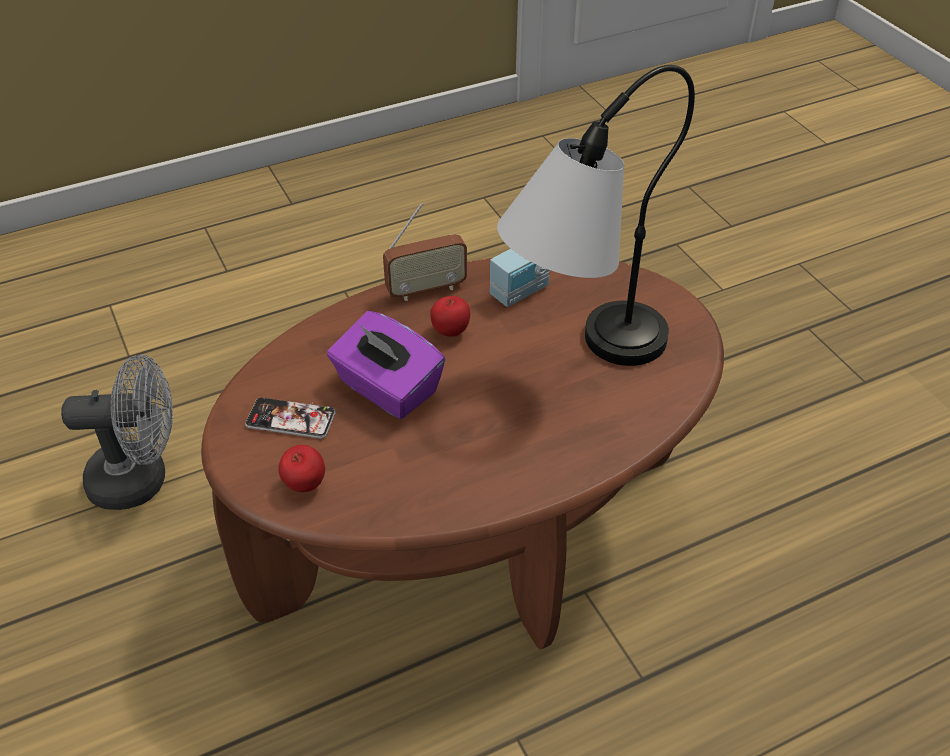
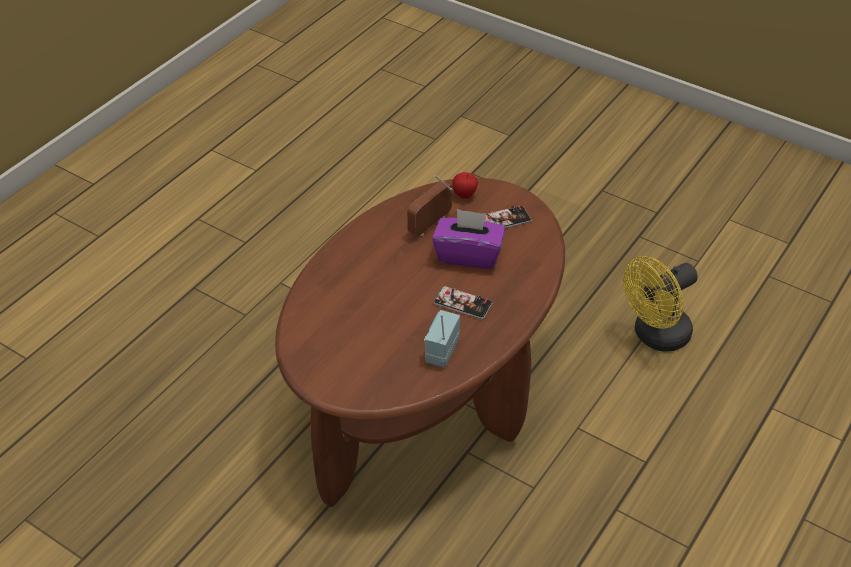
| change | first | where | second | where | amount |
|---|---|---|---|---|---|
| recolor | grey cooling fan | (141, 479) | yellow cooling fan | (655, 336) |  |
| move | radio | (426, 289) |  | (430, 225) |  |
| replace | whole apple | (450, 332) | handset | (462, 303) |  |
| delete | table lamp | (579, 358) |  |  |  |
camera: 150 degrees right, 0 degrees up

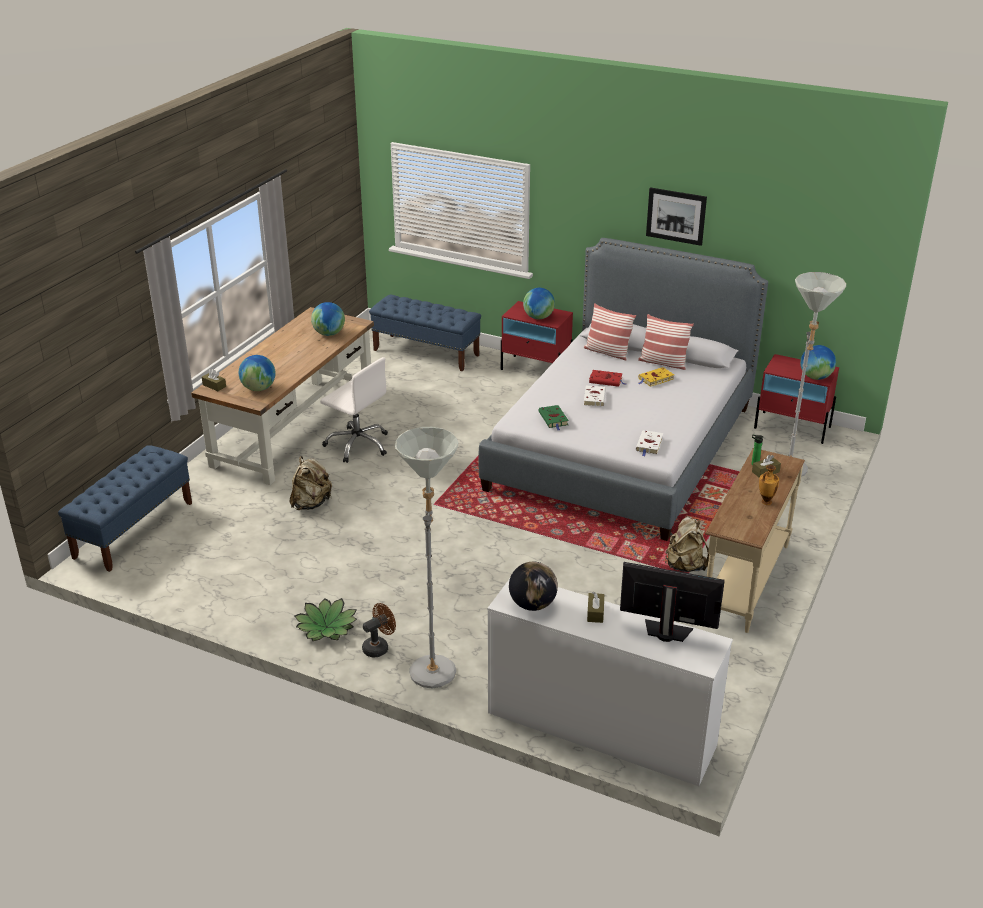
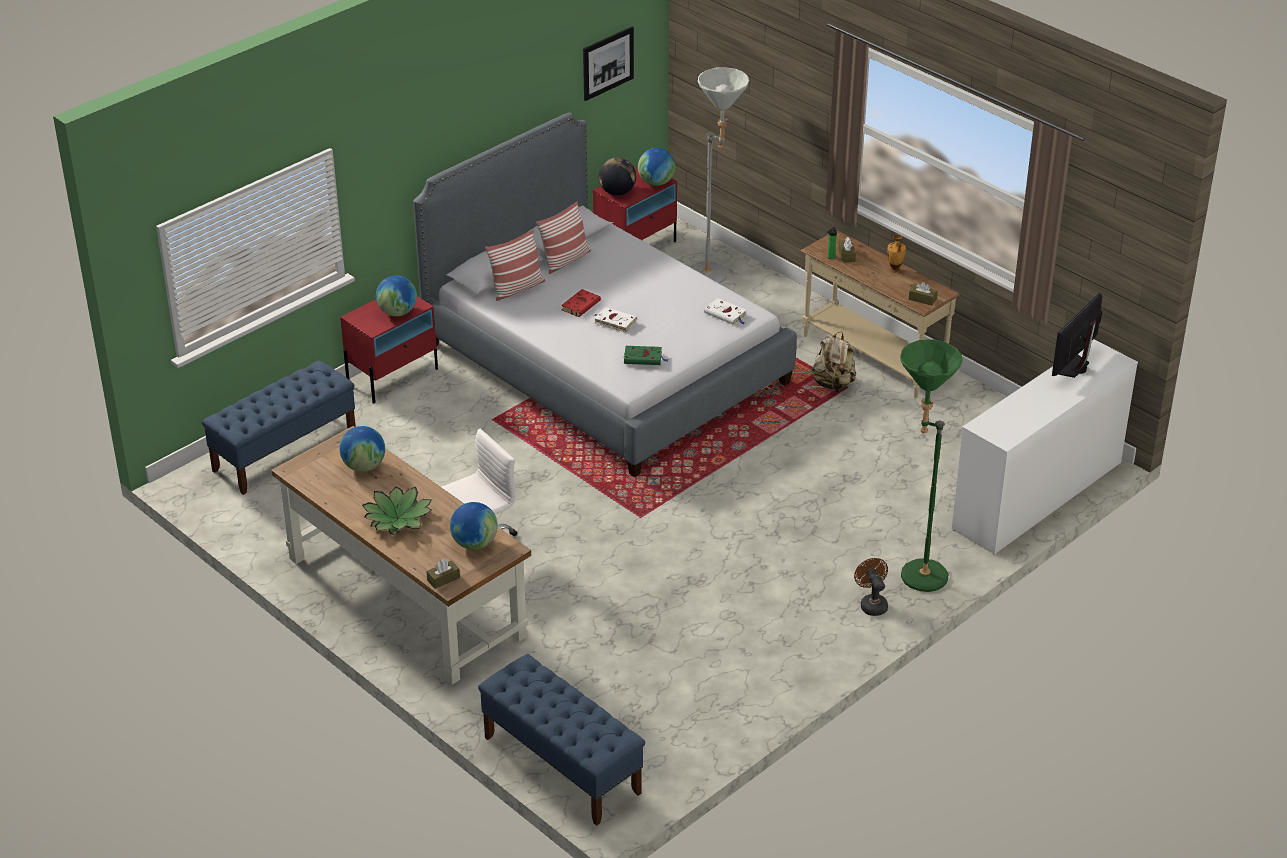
| change | first | where | second | where | amount |
|---|---|---|---|---|---|
| delete | beige rucksack | (311, 504) |  |  |  |
| move | plant in a pot | (326, 627) |  | (398, 518) |  |
| recolor | grey standard lamp | (433, 665) | greenish standard lamp | (914, 574) |  |
| move | world globe | (532, 605) |  | (617, 192) |  |
| move | brown box of tissues | (595, 612) |  | (922, 299) |  |
| delete | yellow volume | (655, 379) |  |  |  |
| move | wall art | (676, 216) |  | (608, 63) |  |
camera: 70 degrees left, 5 degrees up

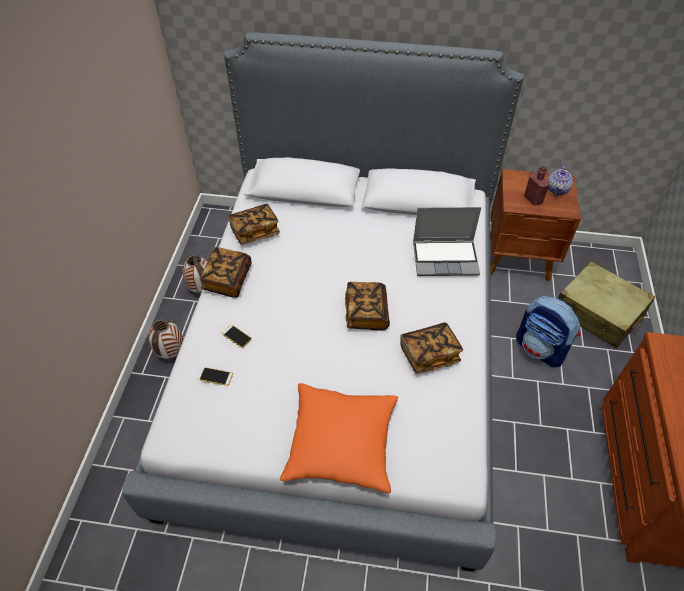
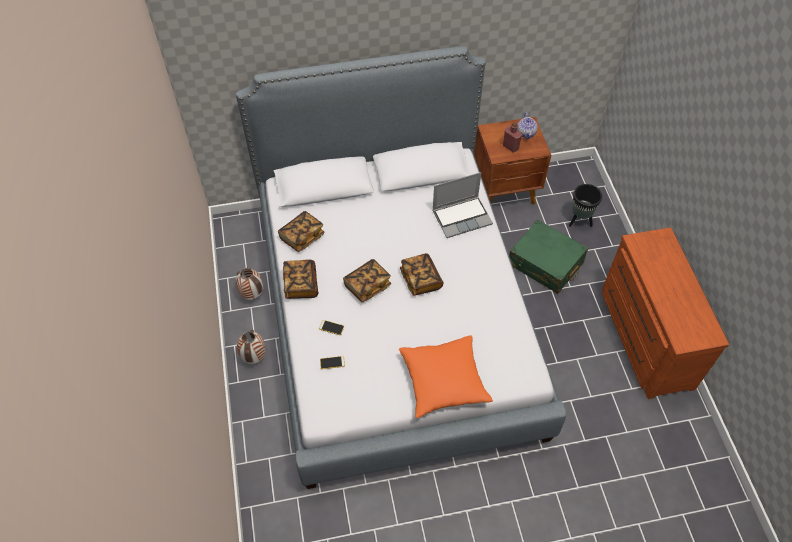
| change | first | where | second | where | amount |
|---|---|---|---|---|---|
| move | volume | (429, 354) |  | (367, 286) |  |
| replace | rucksack | (540, 349) | greenish piece of luggage | (545, 263) |  |
| replace | beige piece of luggage | (598, 313) | blackish flower pot | (579, 221) |  |
camera: 20 degrees left, 5 degrees up

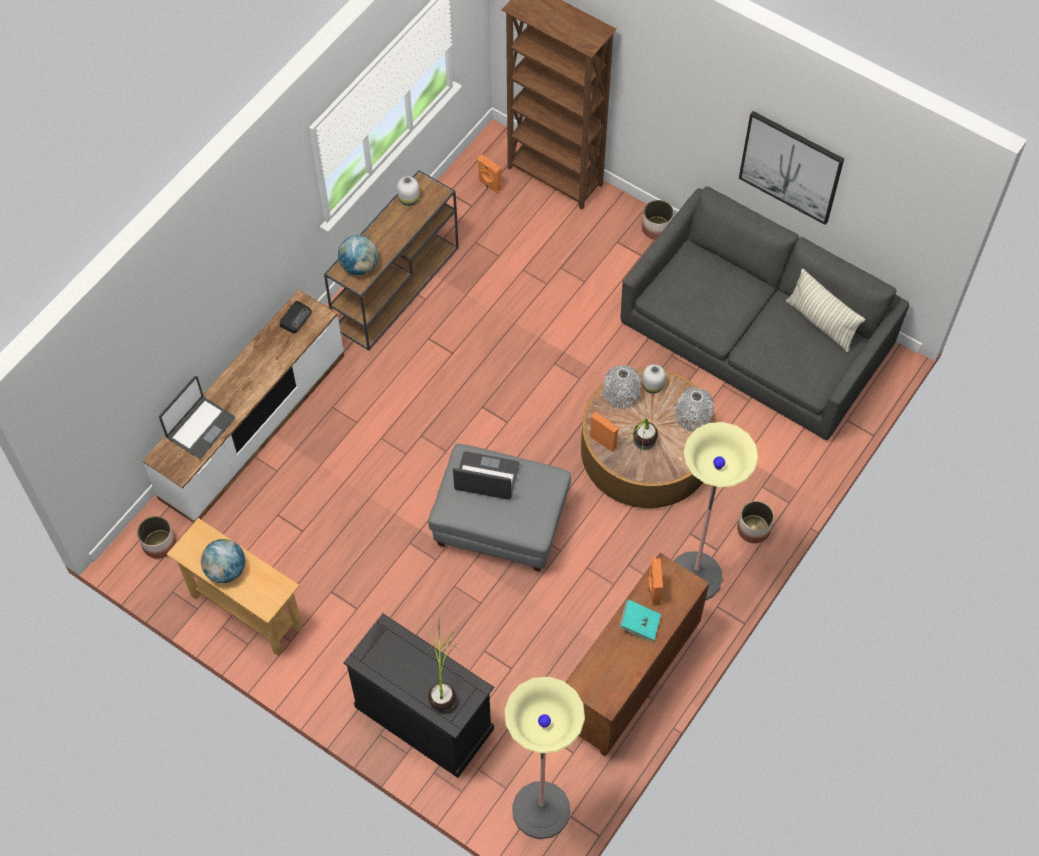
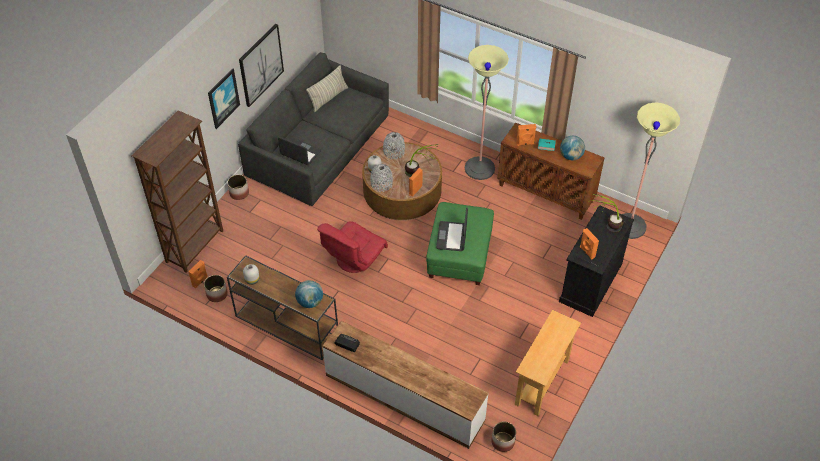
| change | first | where | second | where | amount |
|---|---|---|---|---|---|
| move | notebook computer | (200, 427) |  | (300, 153) |  |
| move | world globe | (226, 570) |  | (571, 156) |  |
| recolor | grey pouffe | (500, 524) | greenish pouffe | (459, 256) |  |
| move | flower pot | (753, 529) |  | (217, 294) |  |
| insert |  |  | wall art | (223, 98) |  |
| insert |  |  | red-coloured lounge chair | (353, 258) |  |
| insert |  |  | orange audio speaker | (586, 252) |  |
camera: 95 degrees left, 10 degrees down

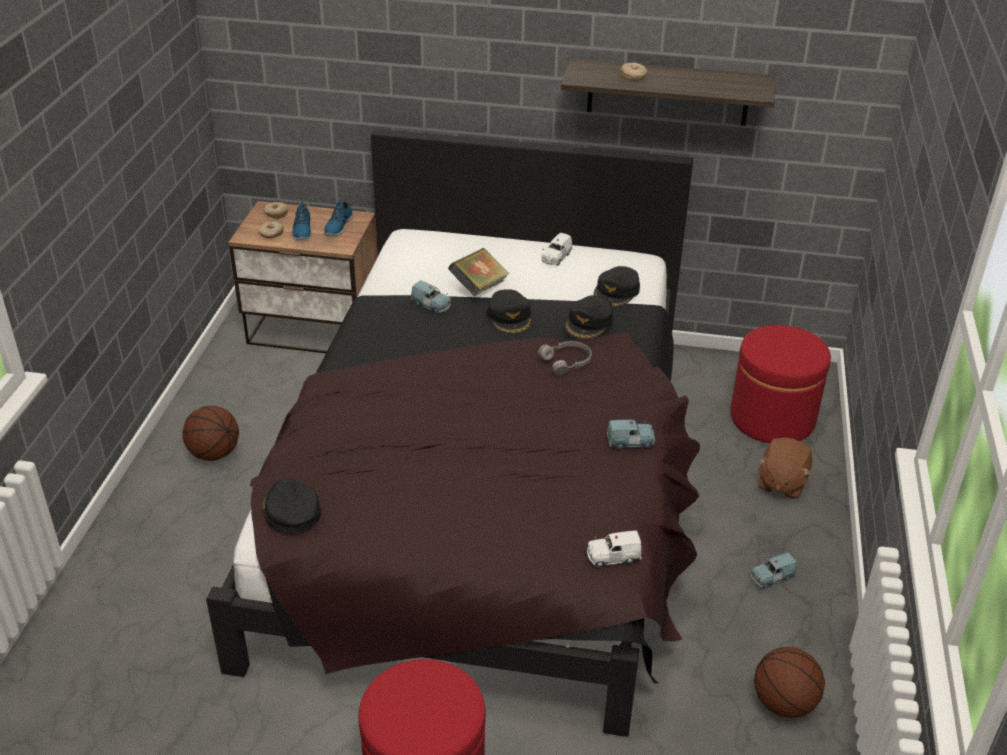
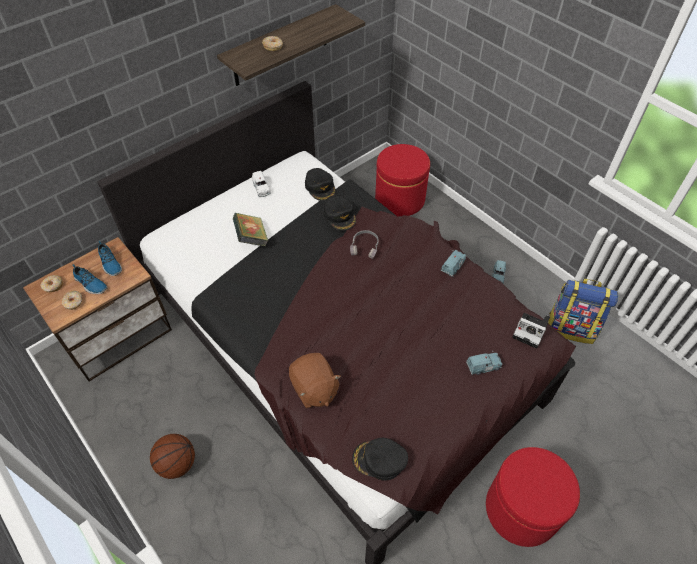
| change | first | where | second | where | amount |
|---|---|---|---|---|---|
| move | blue-coloured toy car | (431, 305) |  | (483, 366) |  |
| delete | blackish cap | (510, 317) |  |  |  |
| replace | whitish toy car | (612, 557) | still camera | (531, 331) |  |
| replace | basketball | (784, 703) | rucksack | (571, 327) |  |
| move | brown cuddly toy | (781, 483) |  | (314, 389) |  |
camera: 50 degrees left, 15 degrees up

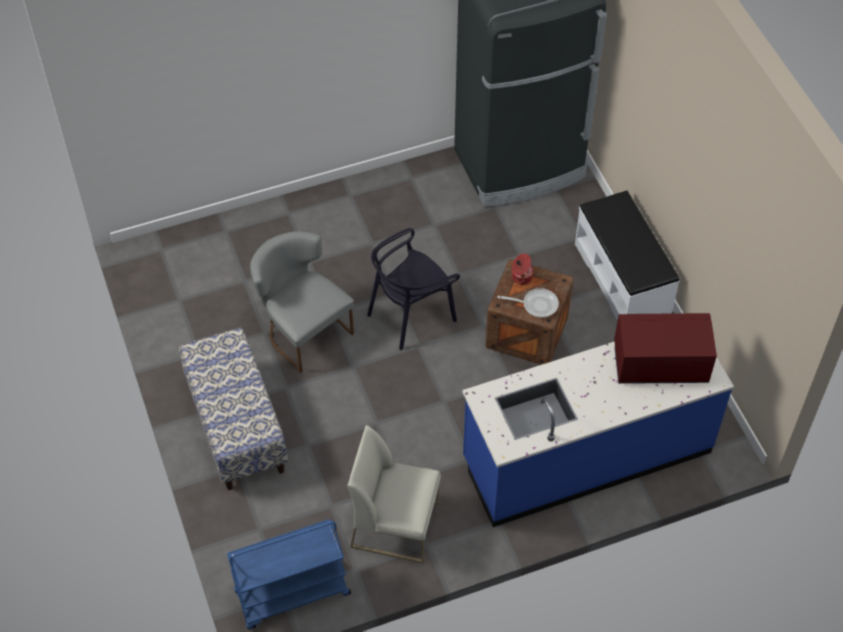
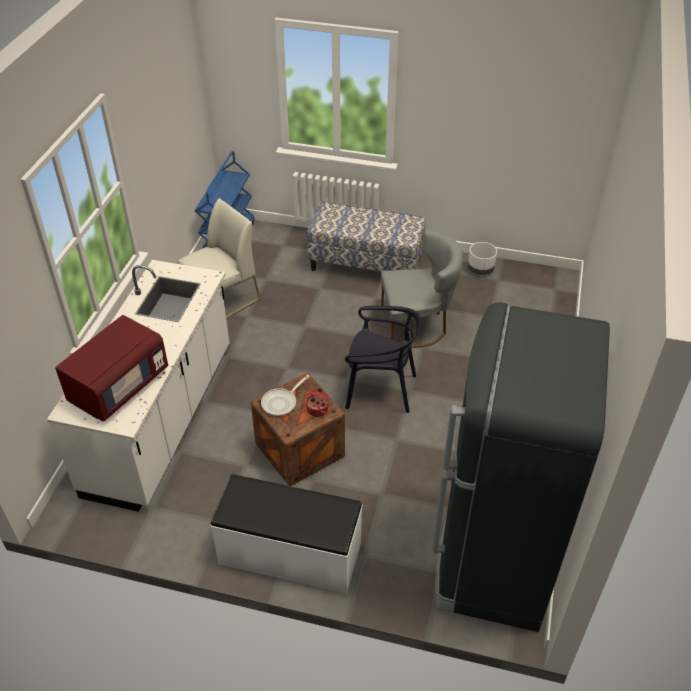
| change | first | where | second | where | amount |
|---|---|---|---|---|---|
| rotate | blackish plain chair | (411, 315) |  | (380, 389) | 105 degrees clockwise |
| recolor | blue-coloured kitchen base unit | (586, 455) | whitish kitchen base unit | (162, 420) |  |
| insert |  |  | whitish flower pot | (480, 269) |  |
camera: 125 degrees right, 10 degrees down

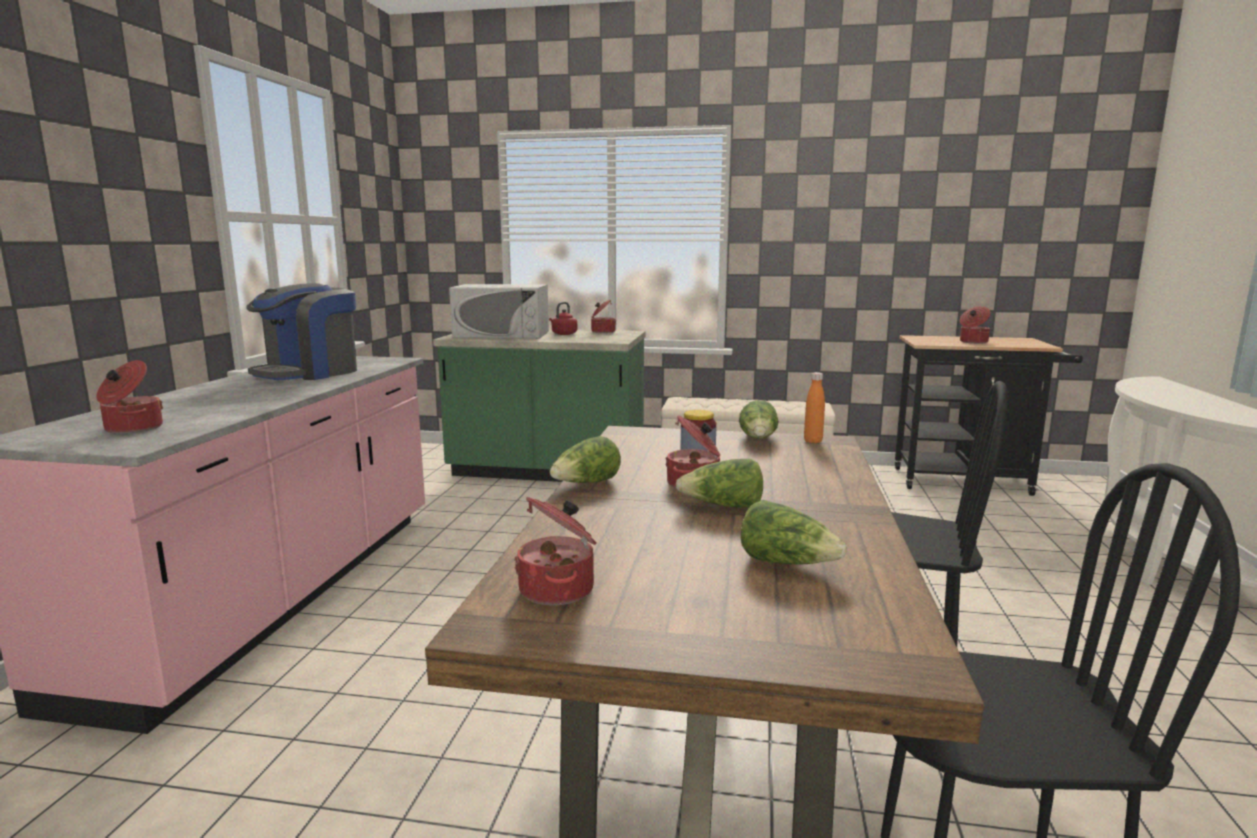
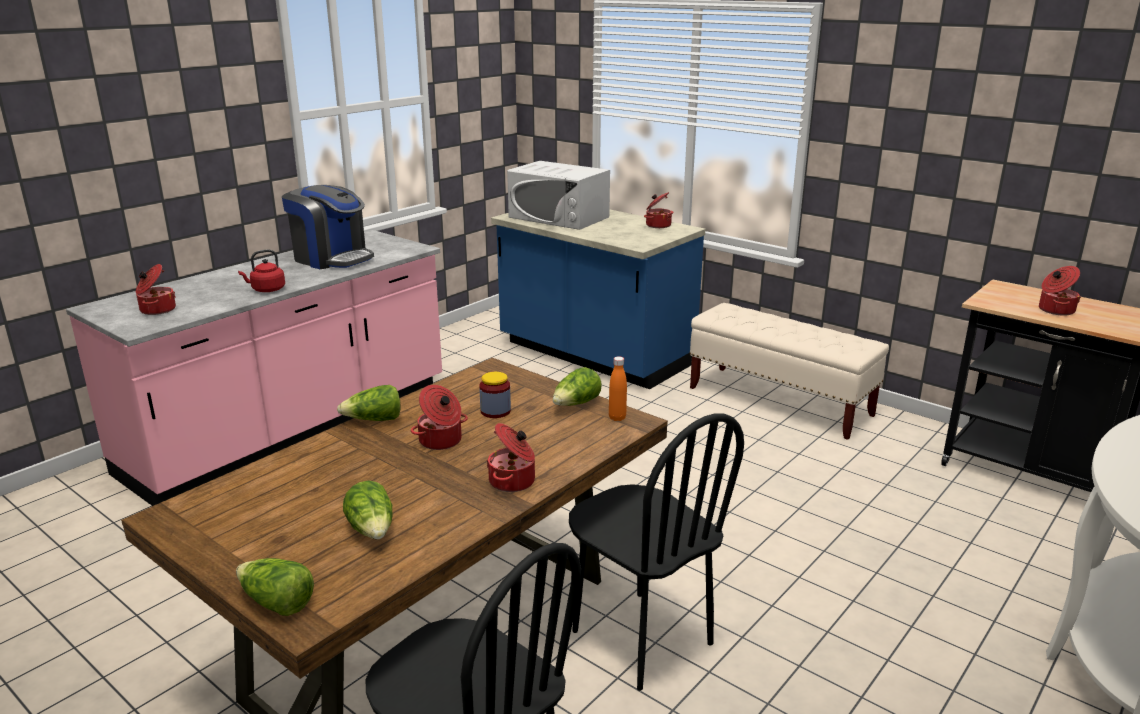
| change | first | where | second | where | amount |
|---|---|---|---|---|---|
| rotate | coffee machine | (309, 373) |  | (332, 258) | 120 degrees counterclockwise |
| recolor | greenish kitchen base unit | (547, 471) | blue-coloured kitchen base unit | (594, 355) |  |
| move | stockpot | (559, 590) |  | (513, 481) |  |
| move | red-coloured kettle | (563, 334) |  | (266, 290) |  |
| move | lettuce | (723, 507) |  | (276, 603) |  |
camera: 30 degrees right, 10 degrees up

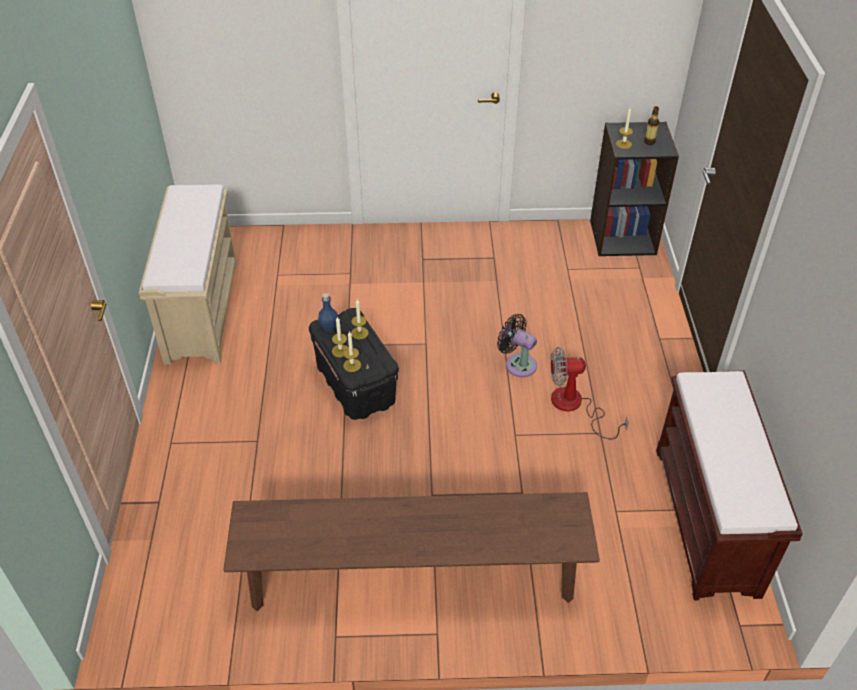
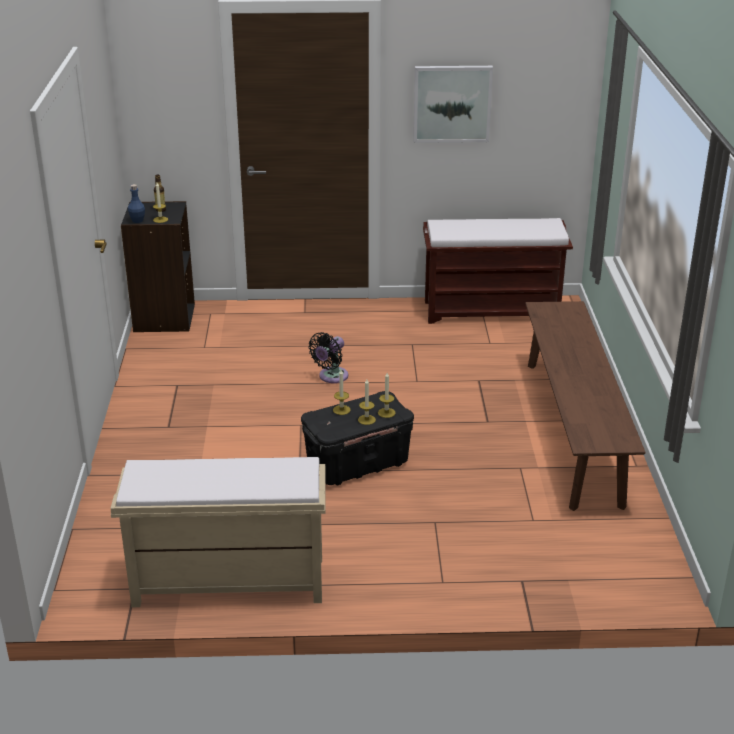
| change | first | where | second | where | amount |
|---|---|---|---|---|---|
| move | blue-coloured bottle | (329, 327) |  | (137, 221) |  |
| delete | cooling fan | (575, 406) |  |  |  |
| insert |  |  | wall art | (452, 103) |  |
camera: 90 degrees left, 15 degrees down

